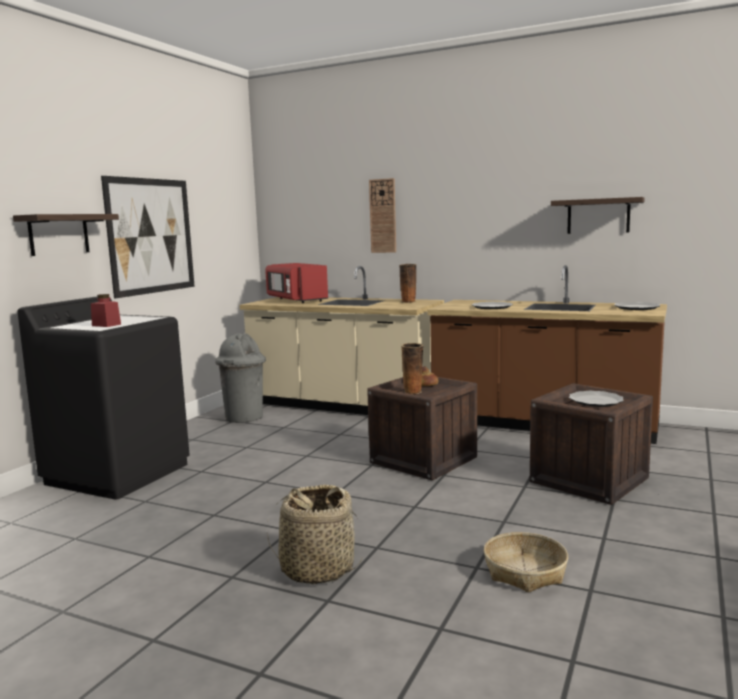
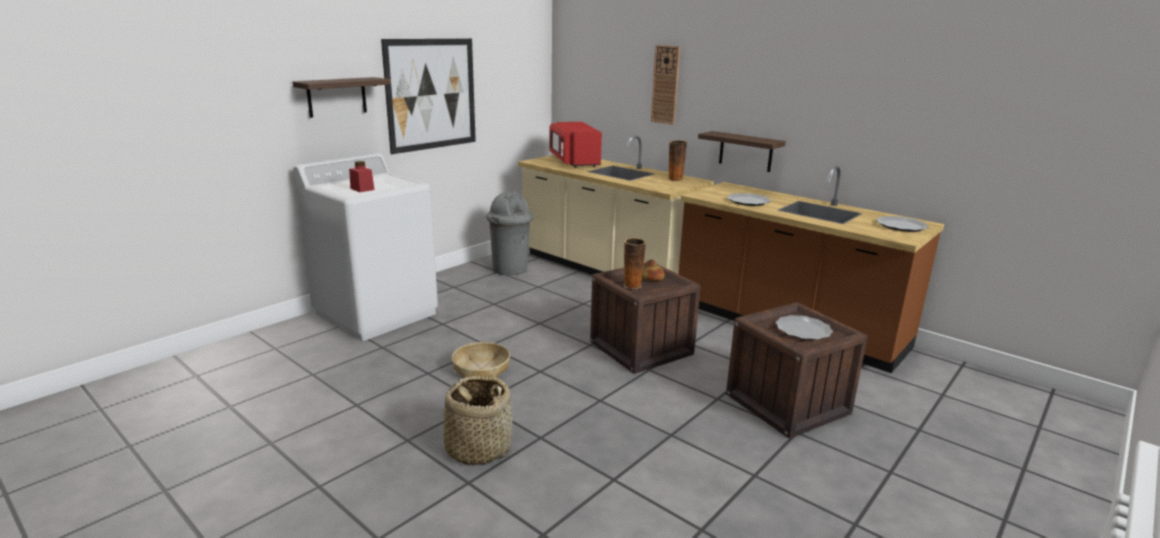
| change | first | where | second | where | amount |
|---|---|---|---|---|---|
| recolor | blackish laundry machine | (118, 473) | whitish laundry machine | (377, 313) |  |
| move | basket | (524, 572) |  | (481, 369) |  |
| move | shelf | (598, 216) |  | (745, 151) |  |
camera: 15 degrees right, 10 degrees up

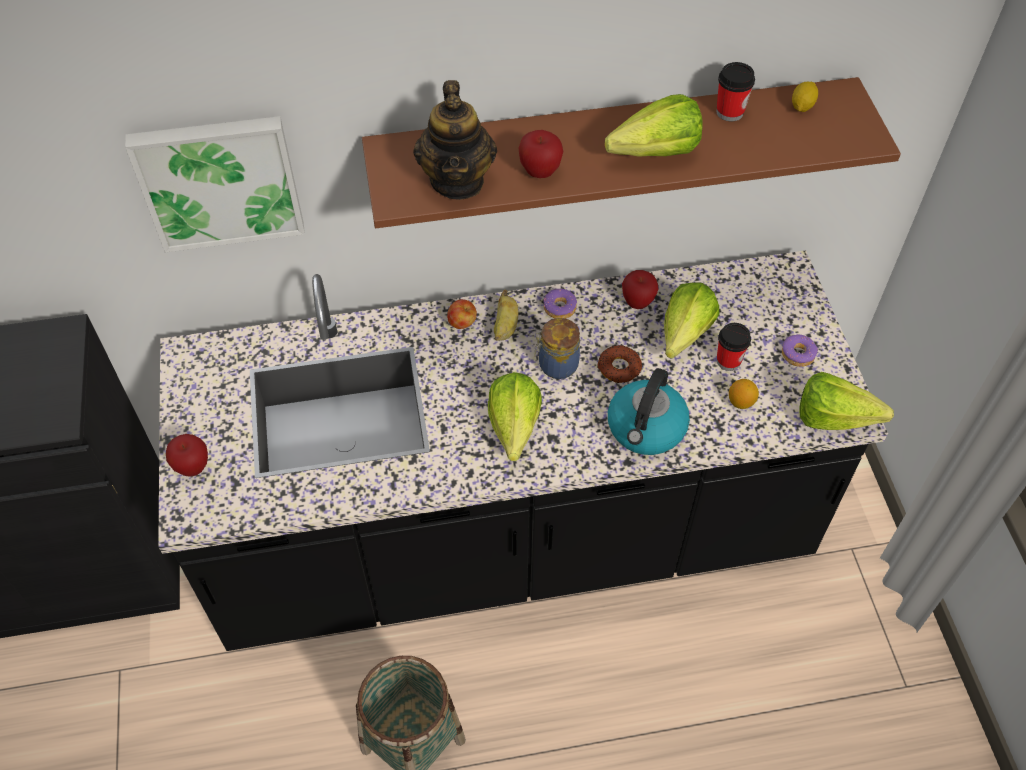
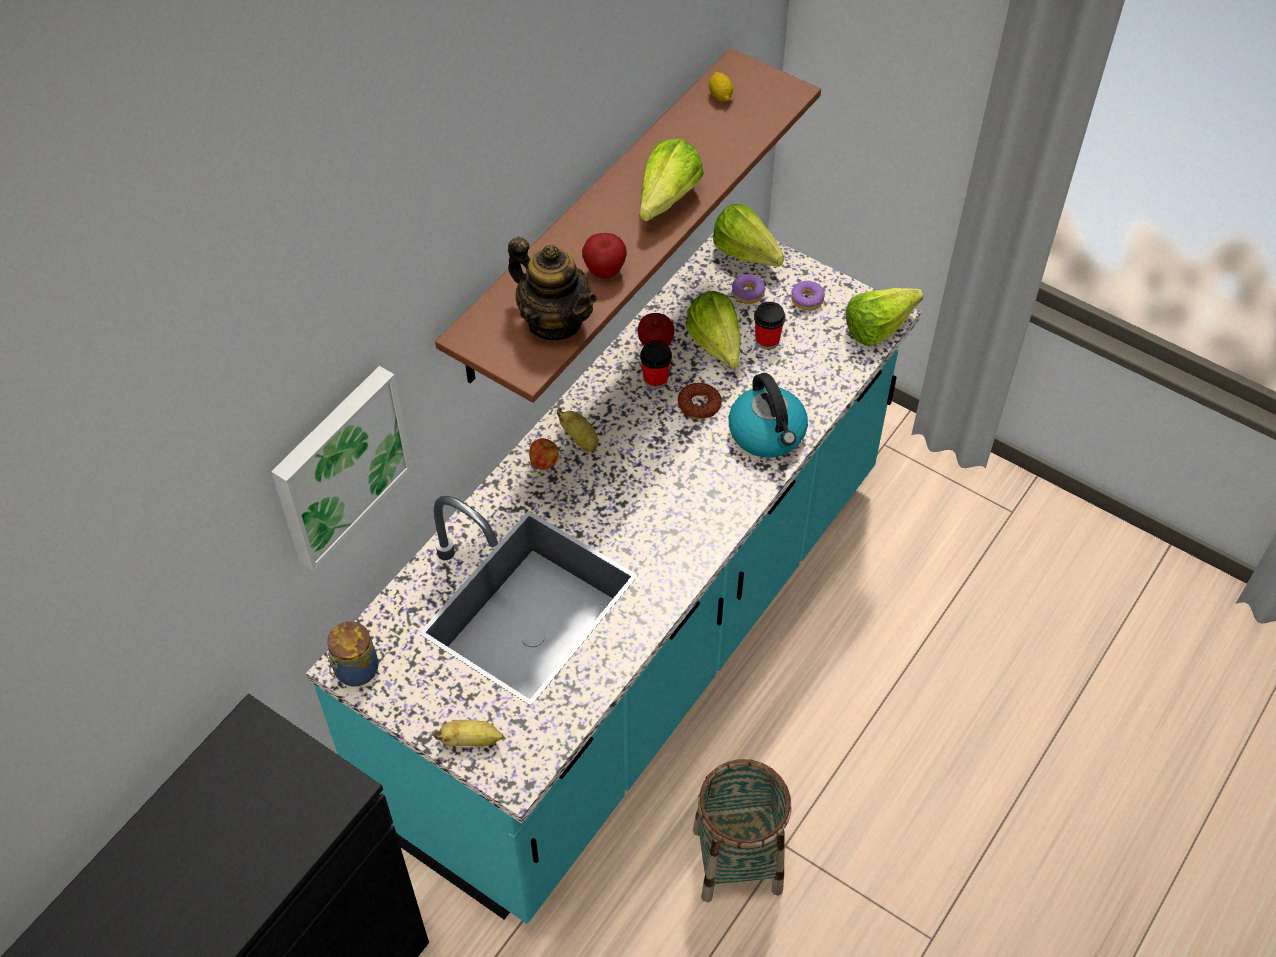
| change | first | where | second | where | amount |
|---|---|---|---|---|---|
| recolor | blackish kitchen base unit | (513, 537) | blue-green kitchen base unit | (638, 643) |  |
| replace | whole apple | (193, 467) | banana | (471, 740) |  |
| move | lettuce | (512, 434) |  | (749, 258) |  |
| move | preserve jar | (556, 365) |  | (355, 671) |  |
| move | donut | (560, 308) |  | (748, 293) |  |
| move | cup | (729, 112) |  | (655, 379) |  |
| delete | whole lemon | (741, 402) |  |  |  |
camera: 45 degrees left, 0 degrees up

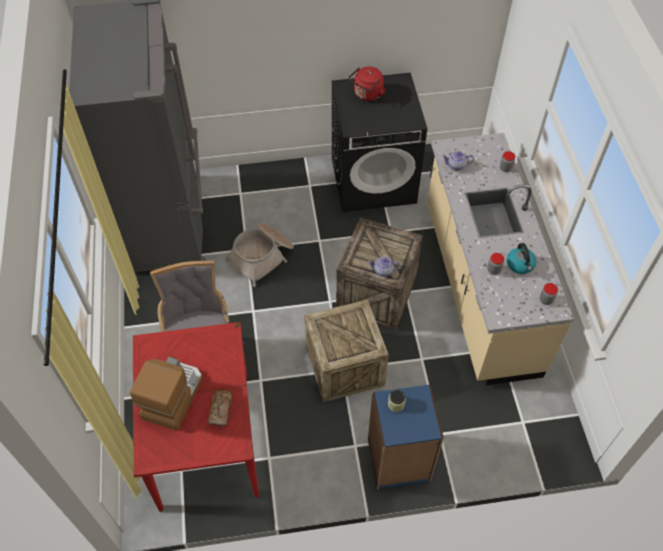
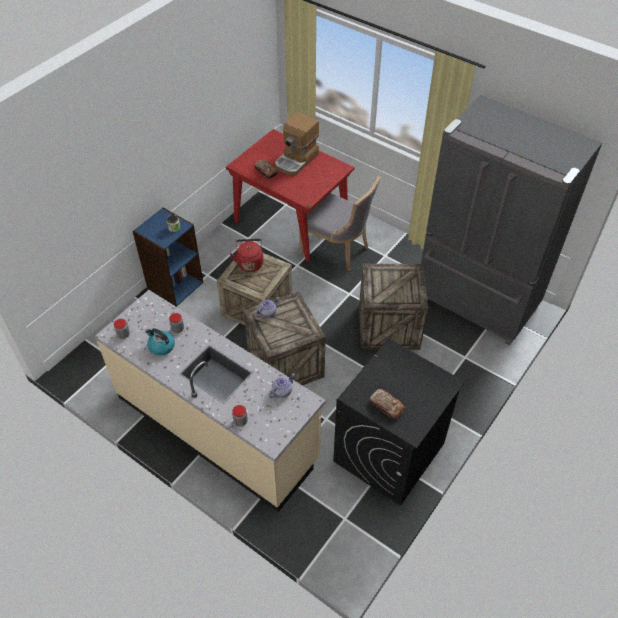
| change | first | where | second | where | amount |
|---|---|---|---|---|---|
| rotate | coffee machine | (172, 396) |  | (296, 160) | 60 degrees clockwise |
| replace | basket | (262, 257) | packing crate | (388, 328) |  |
| move | red-coloured kettle | (367, 95) |  | (250, 263) |  |
| insert |  |  | bakery bread | (386, 406) |  |
camera: 135 degrees right, 5 degrees down

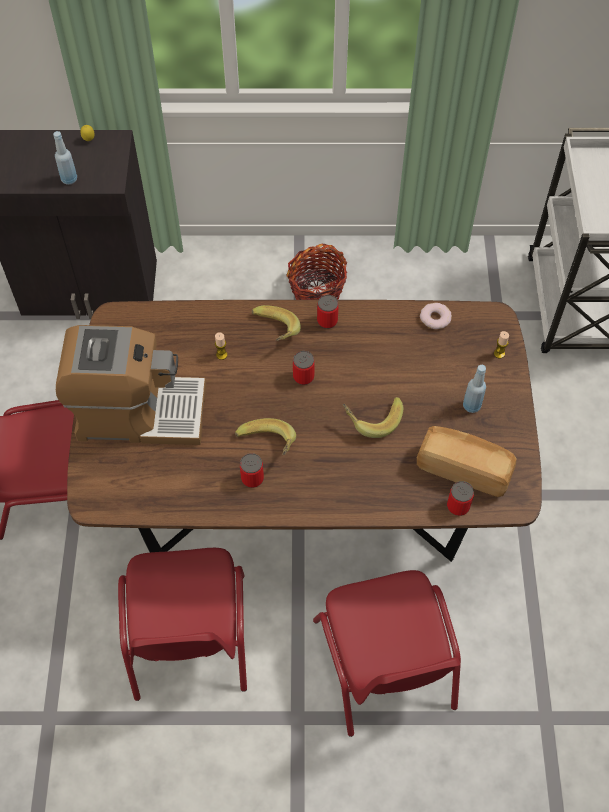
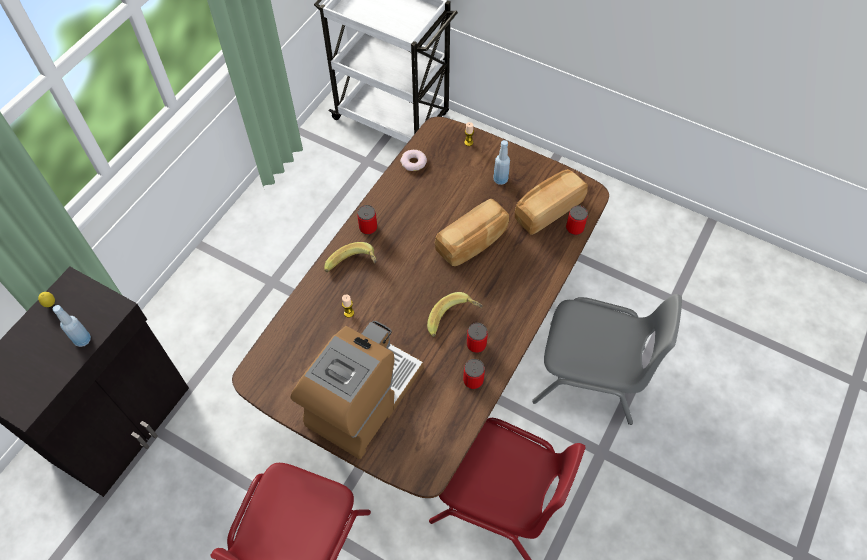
| change | first | where | second | where | amount |
|---|---|---|---|---|---|
| delete | basket | (317, 287) |  |  |  |
| move | sealed can | (303, 377) |  | (473, 380) |  |
| recolor | red-coloured plain chair | (385, 665) | grey plain chair | (591, 374) |  |
| replace | banana | (372, 419) | bakery bread | (473, 243) |  |
camera: 60 degrees left, 0 degrees up

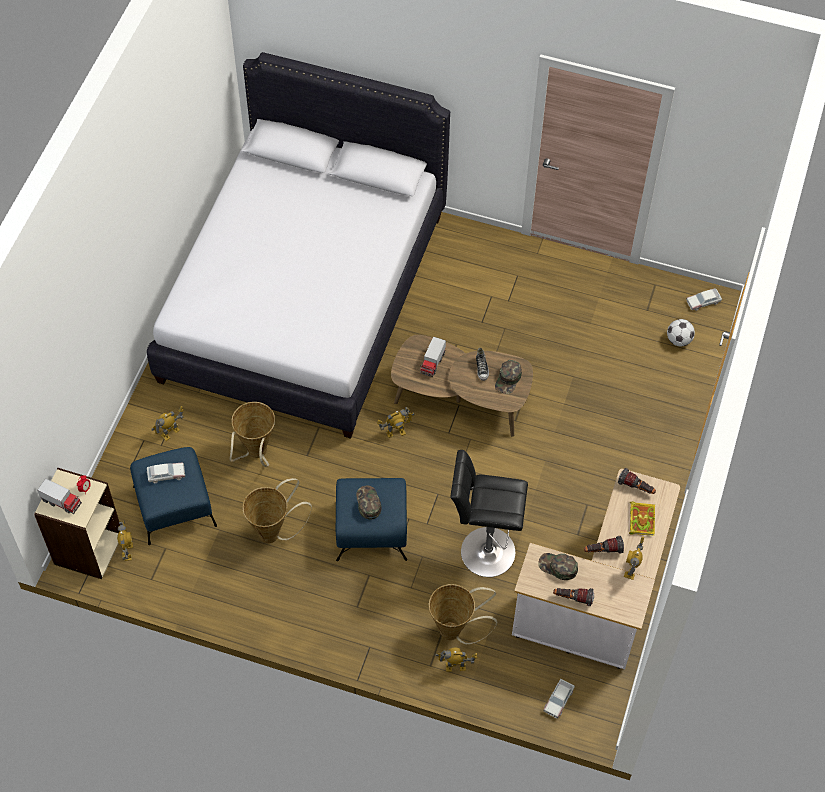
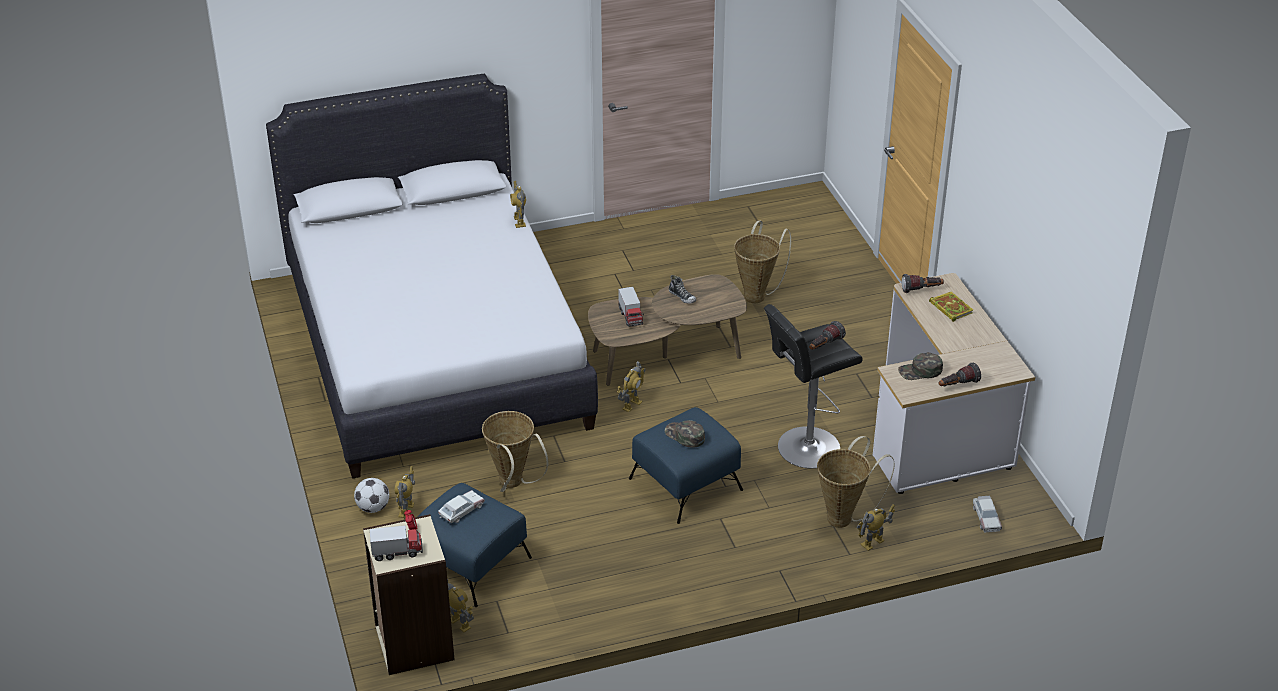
| change | first | where | second | where | amount |
|---|---|---|---|---|---|
| move | basket | (274, 533) |  | (757, 294) |  |
| delete | greenish cap | (508, 379) |  |  |  |
| move | hand torch | (602, 550) |  | (824, 346) |  |
| move | robot figure | (631, 570) |  | (519, 221) |  |
| move | ball for football | (678, 340) |  | (373, 508) |  |
| delete | toy car | (703, 301) |  |  |  |
camera: 35 degrees left, 20 degrees down

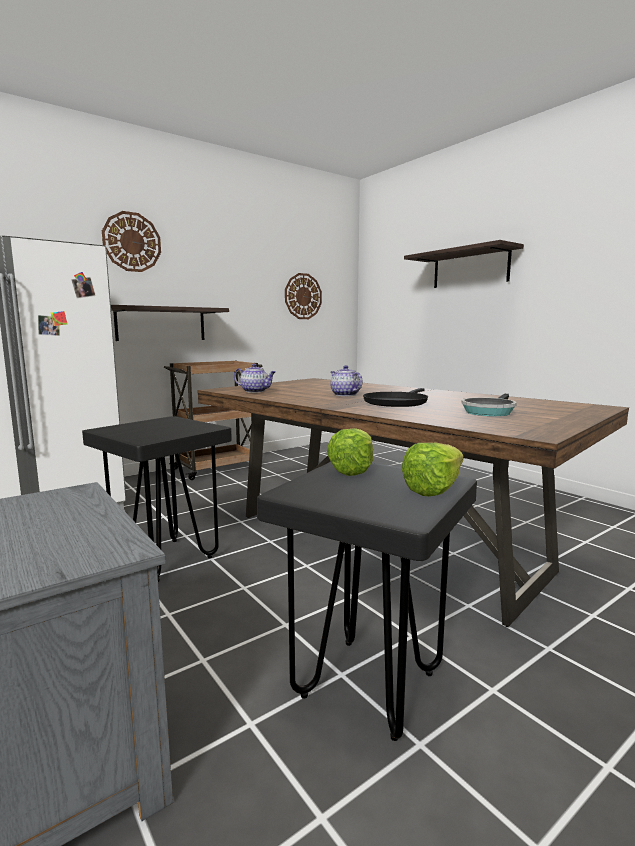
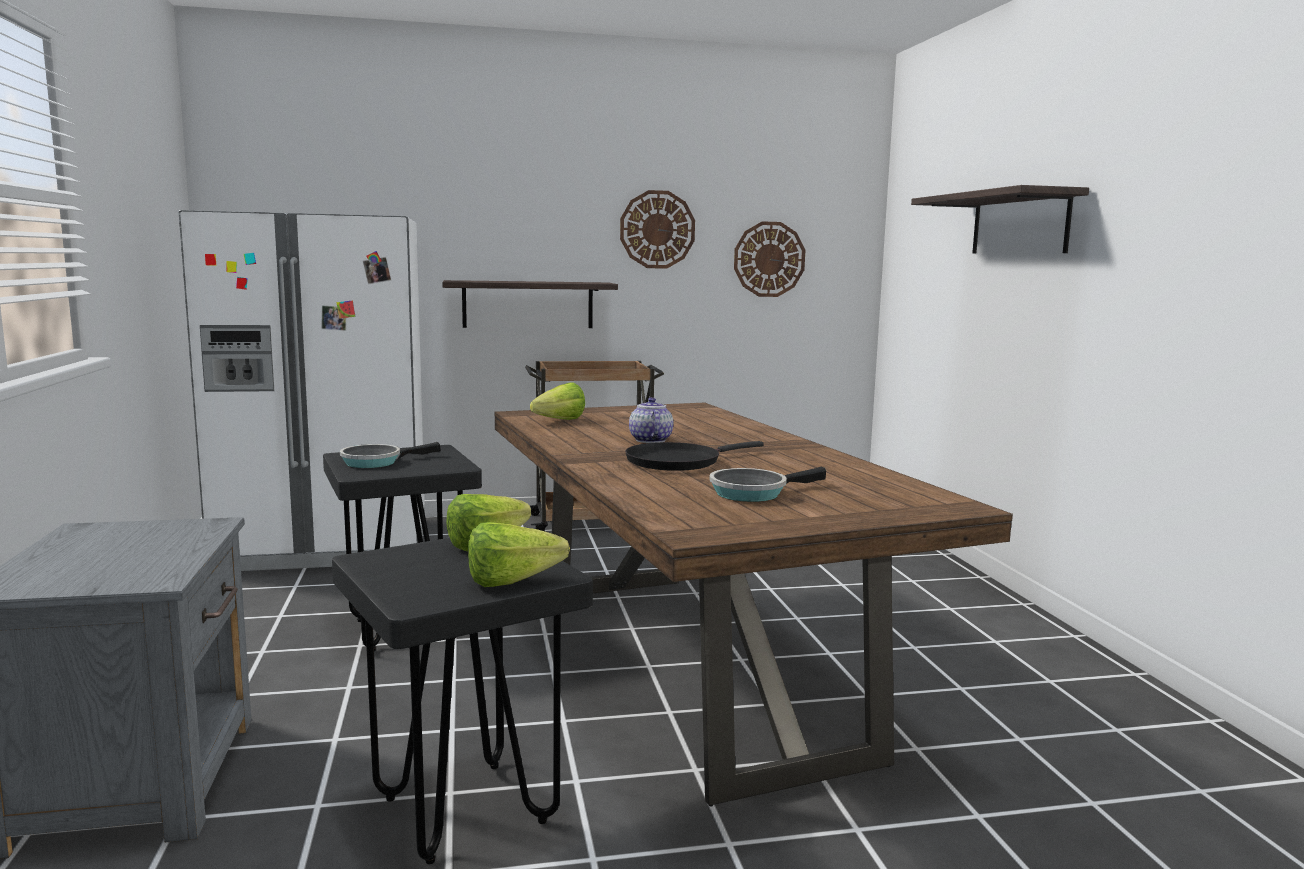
| change | first | where | second | where | amount |
|---|---|---|---|---|---|
| move | hanging clock | (132, 242) |  | (657, 229) |  |
| replace | tea pot | (255, 391) | lettuce | (554, 421) |  |
| insert |  |  | pan | (376, 462) |  |
camera: 25 degrees right, 0 degrees up

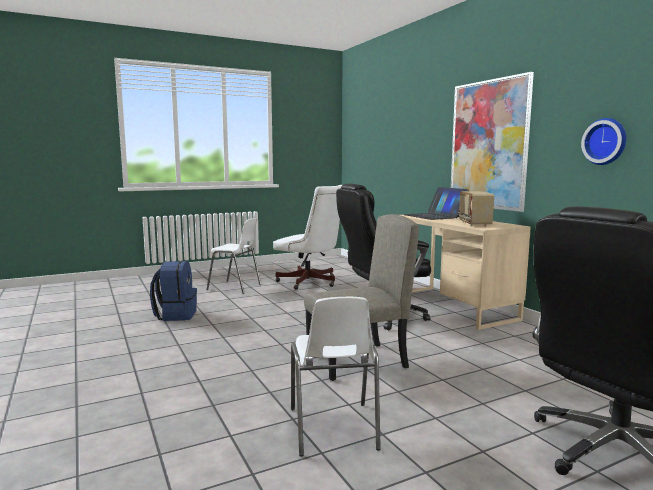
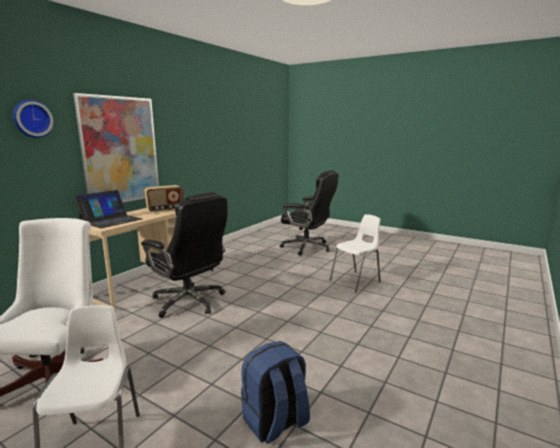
| change | first | where | second | where | amount |
|---|---|---|---|---|---|
| delete | beige plain chair | (357, 361) |  |  |  |
| move | hanging clock | (605, 141) |  | (32, 119) |  |
camera: 120 degrees left, 5 degrees up

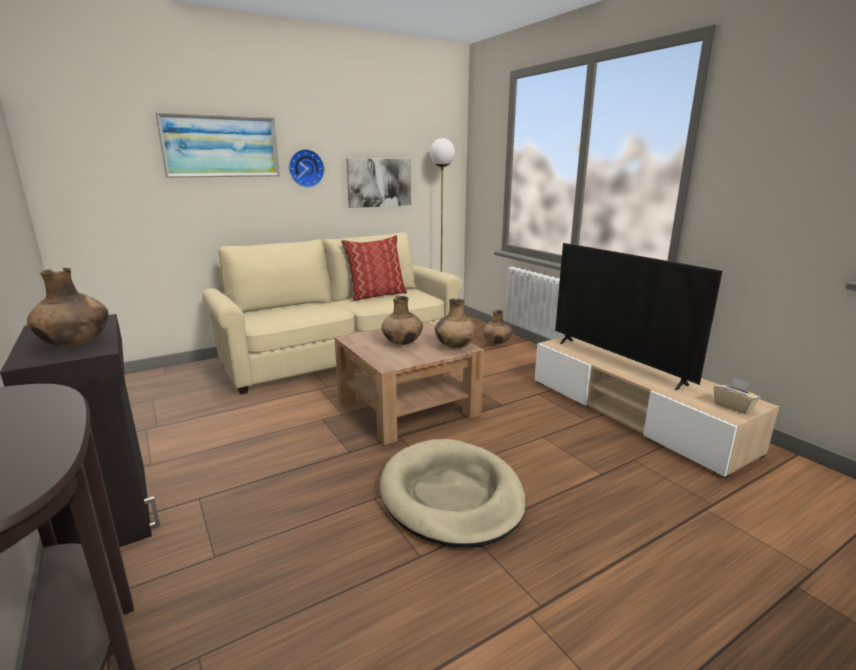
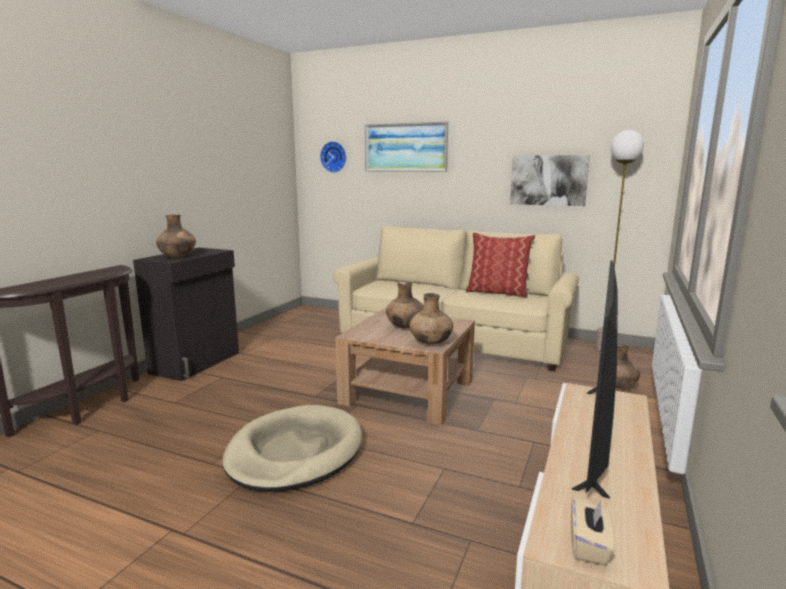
| change | first | where | second | where | amount |
|---|---|---|---|---|---|
| move | hanging clock | (305, 168) |  | (334, 157) |  |
camera: 55 degrees right, 5 degrees down

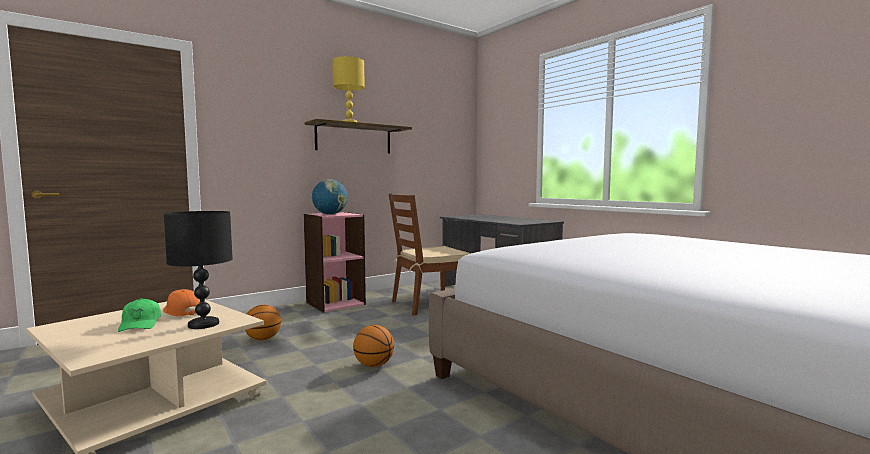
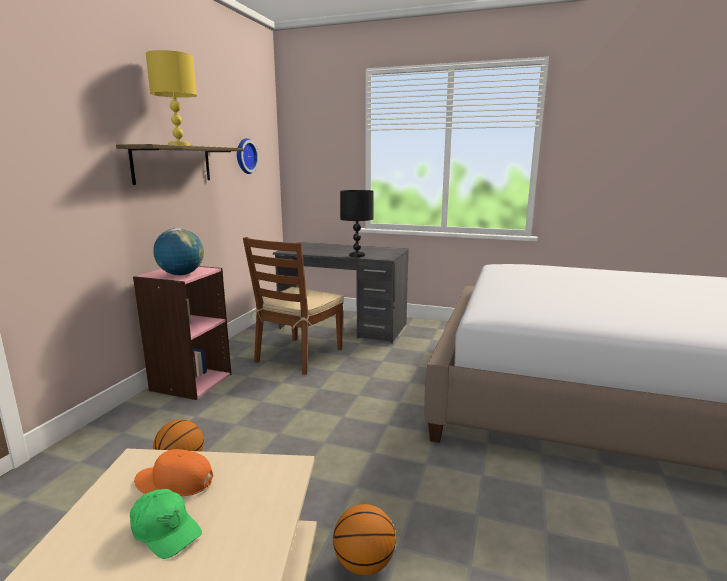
| change | first | where | second | where | amount |
|---|---|---|---|---|---|
| move | blackish table lamp | (204, 324) |  | (356, 255) |  |
| move | basketball | (374, 365) |  | (364, 564) |  |
| insert |  |  | hanging clock | (244, 156) |  |
camera: 35 degrees left, 10 degrees up

